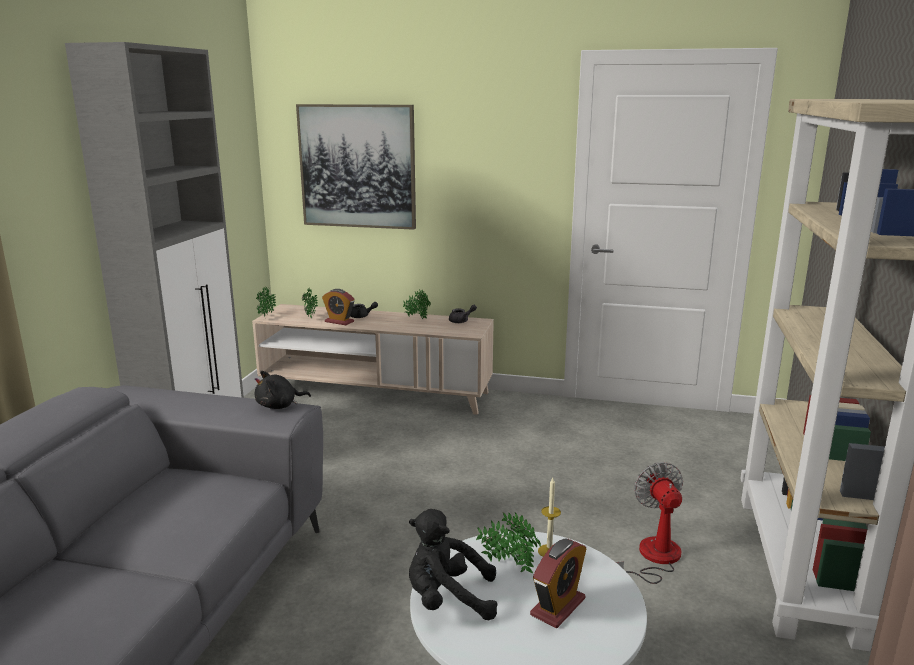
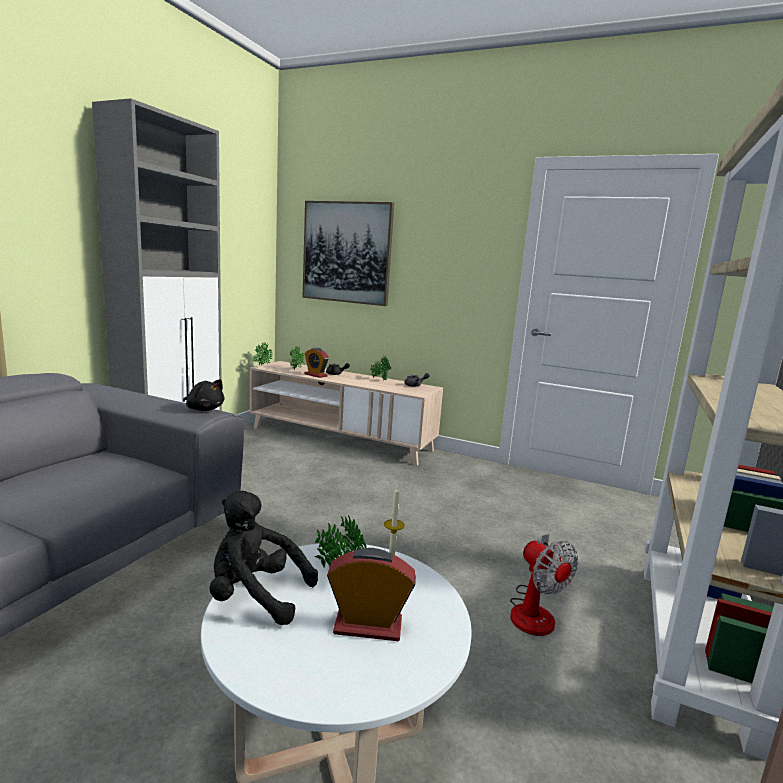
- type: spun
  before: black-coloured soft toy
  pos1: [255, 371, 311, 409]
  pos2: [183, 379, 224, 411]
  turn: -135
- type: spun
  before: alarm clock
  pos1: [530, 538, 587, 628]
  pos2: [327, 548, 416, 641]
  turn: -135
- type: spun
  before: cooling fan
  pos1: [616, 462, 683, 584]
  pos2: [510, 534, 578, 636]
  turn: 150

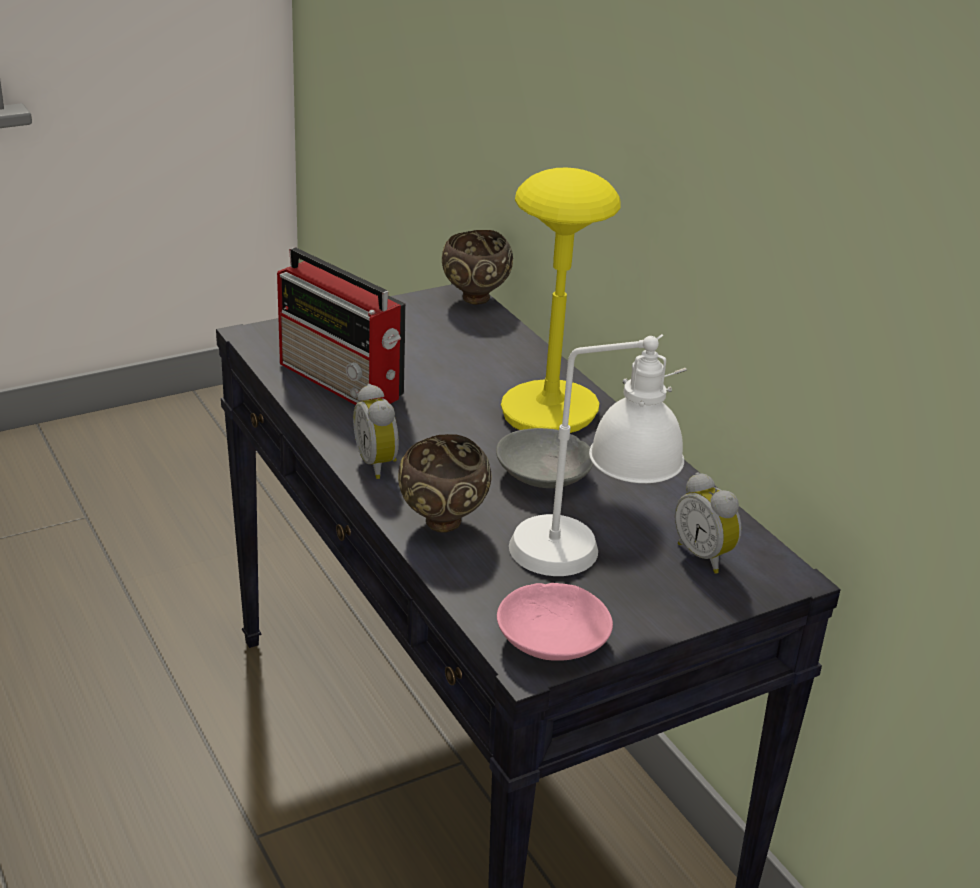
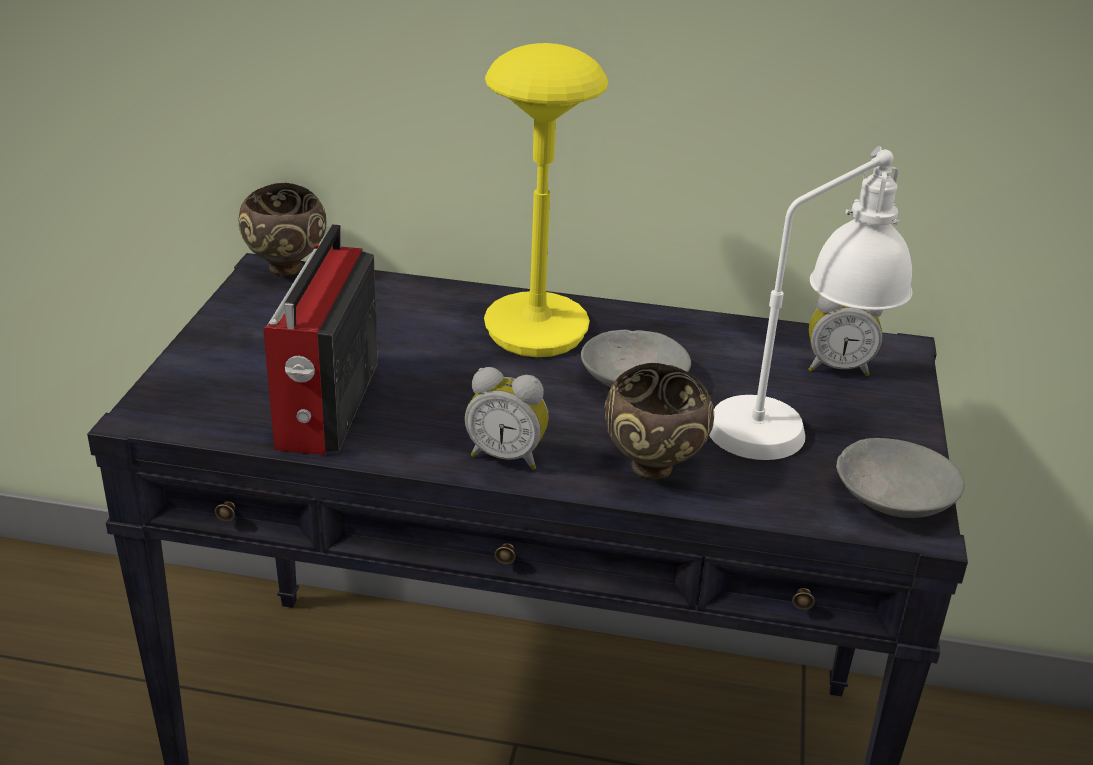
- type: colour
  before: pink serving bowl
  after: greyish serving bowl
  pos1: [497, 583, 613, 661]
  pos2: [836, 438, 965, 518]
- type: spun
  before: radio
  pos1: [277, 247, 406, 405]
  pos2: [263, 224, 378, 455]
  turn: 105

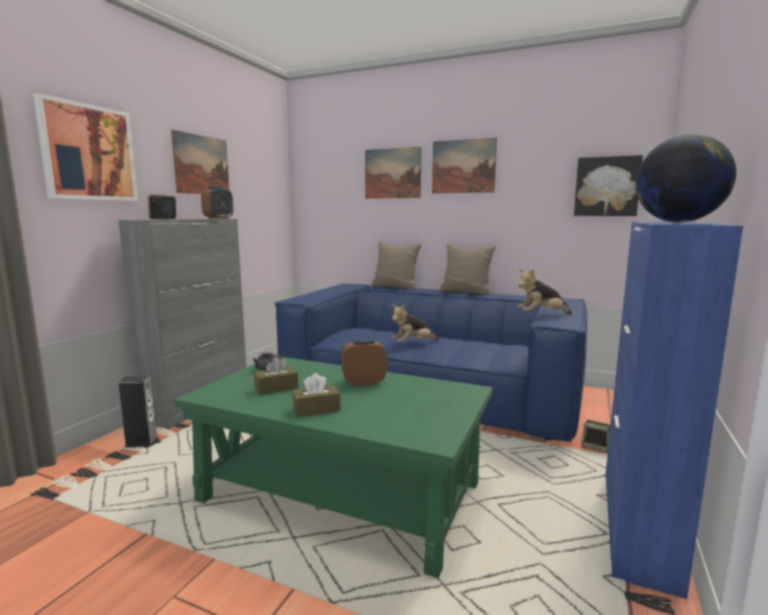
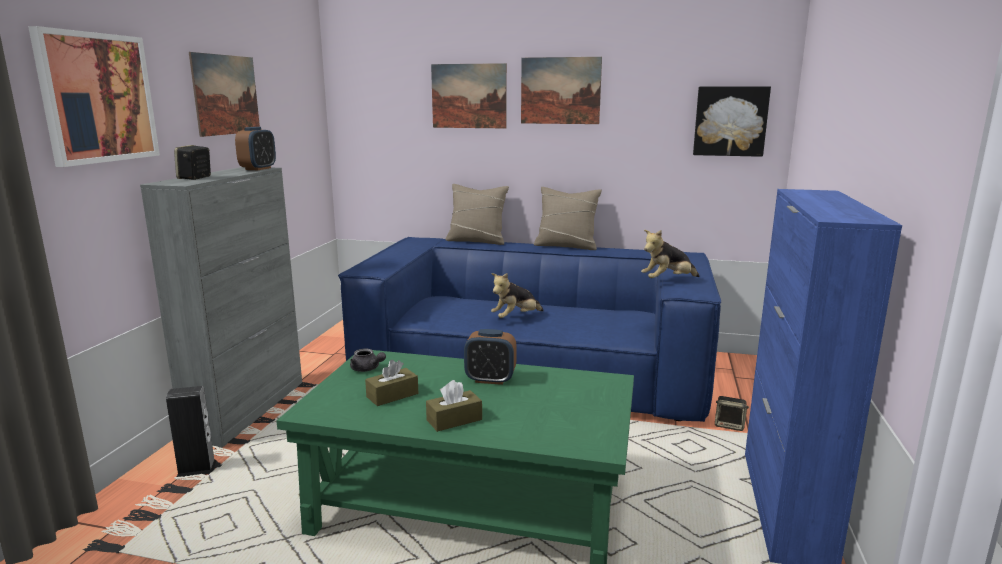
- type: missing
  before: world globe
  pos1: [636, 134, 737, 223]
- type: spun
  before: alarm clock
  pos1: [342, 339, 387, 386]
  pos2: [464, 329, 517, 385]
  turn: -150

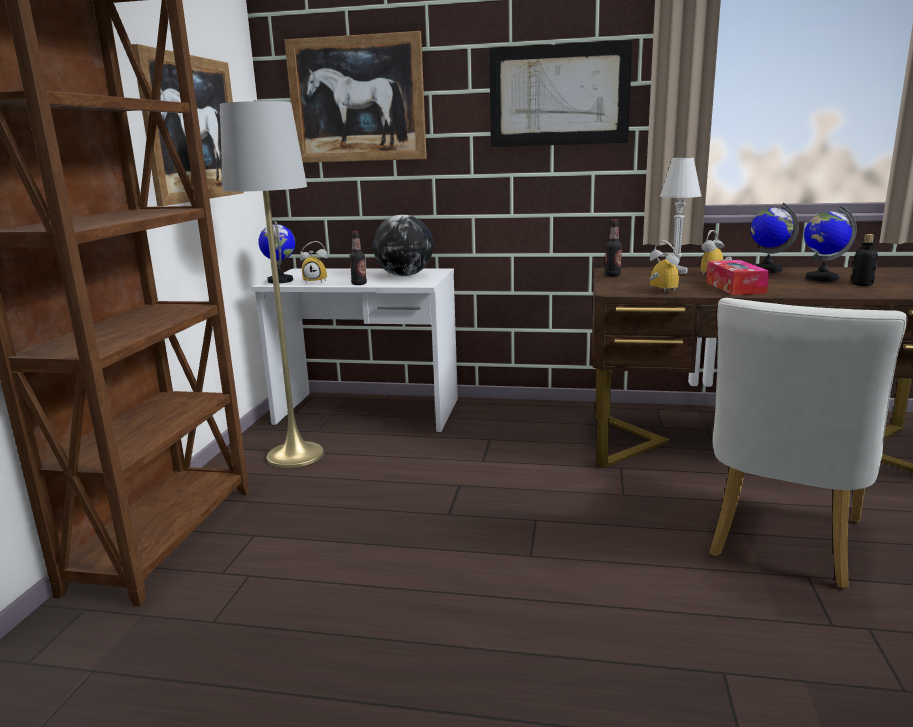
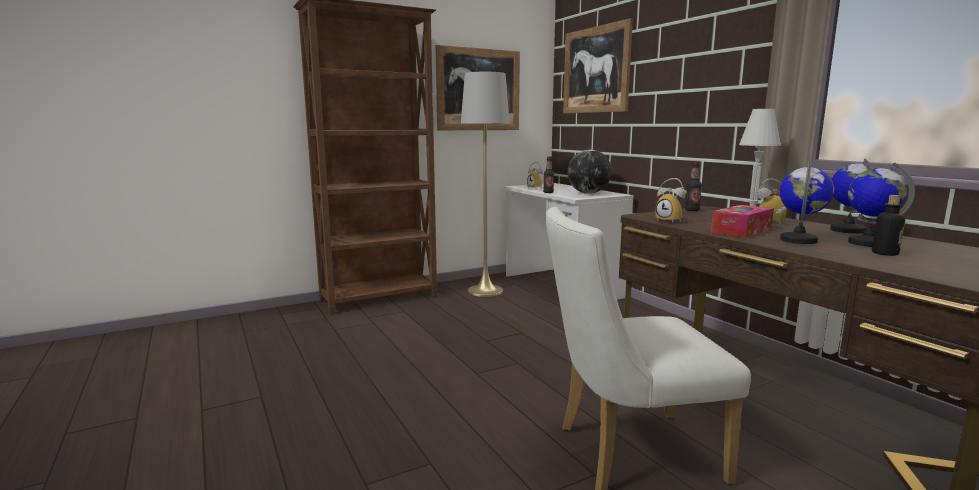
- type: missing
  before: wall picture
  pos1: [489, 40, 632, 147]
- type: relocated
  before: world globe
  pos1: [259, 220, 295, 283]
  pos2: [780, 162, 834, 244]
- type: spun
  before: alarm clock
  pos1: [649, 240, 679, 292]
  pos2: [656, 178, 686, 223]
  turn: 120

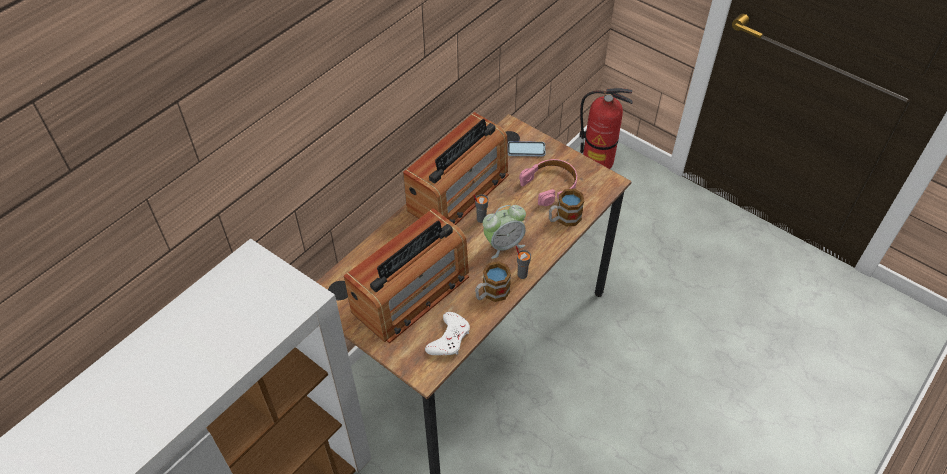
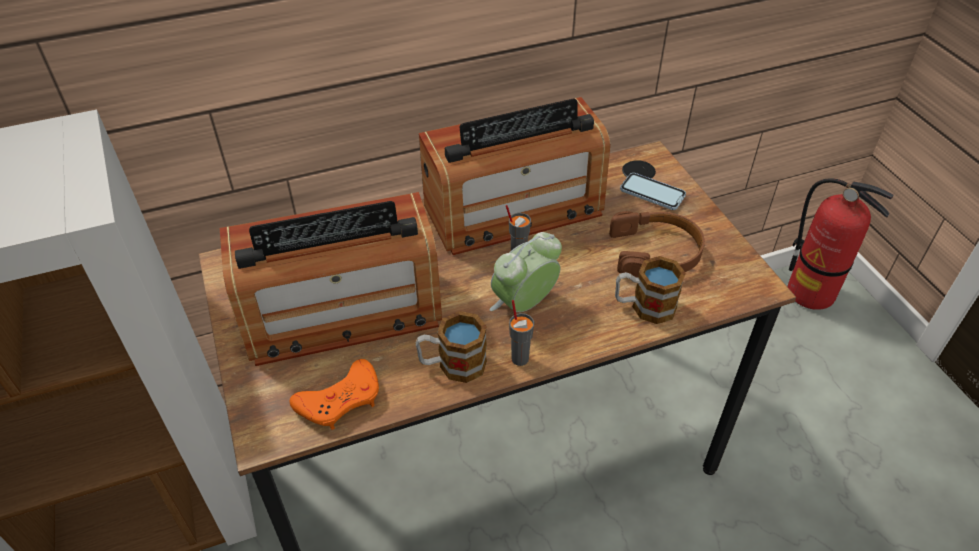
- type: colour
  before: white-coloured gamepad
  after: orange-coloured gamepad
  pos1: [425, 312, 470, 355]
  pos2: [290, 359, 379, 430]
- type: colour
  before: pink headset
  after: brownish headset
  pos1: [519, 159, 577, 206]
  pos2: [609, 211, 705, 278]
- type: spun
  before: alarm clock
  pos1: [483, 205, 526, 259]
  pos2: [489, 232, 562, 312]
  turn: 135

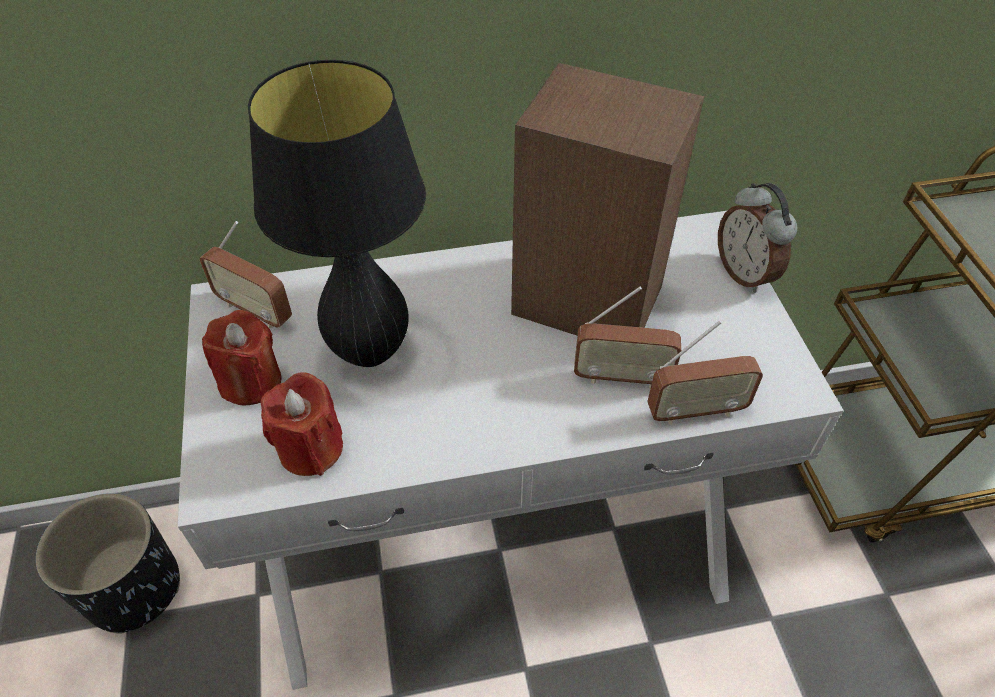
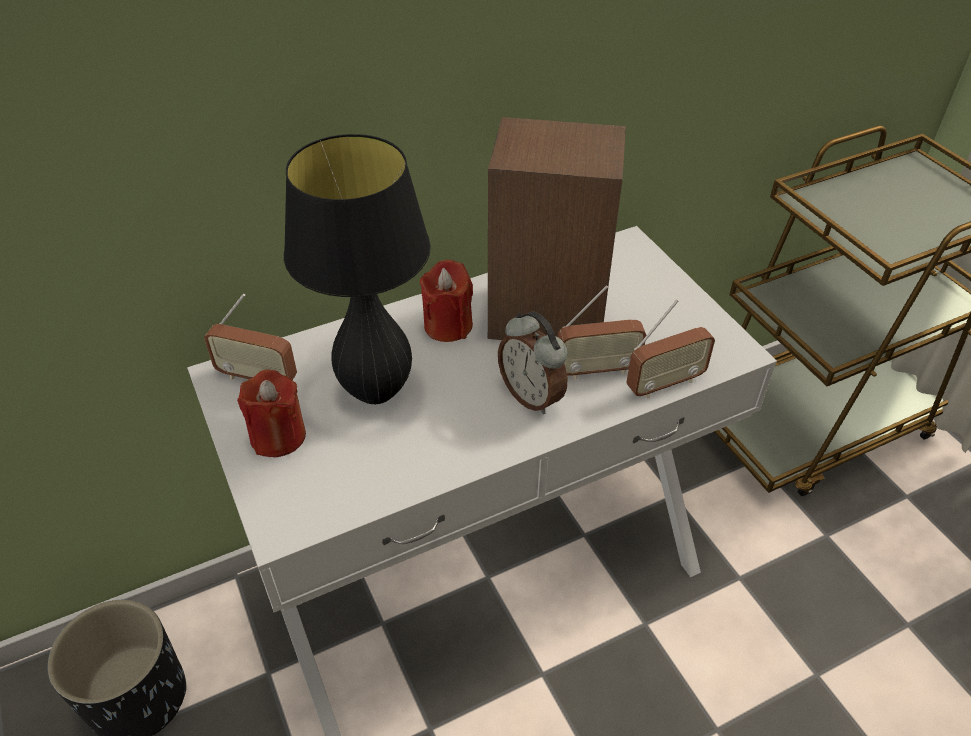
- type: relocated
  before: reddish wax candle
  pos1: [261, 373, 343, 476]
  pos2: [420, 260, 473, 342]
- type: relocated
  before: alarm clock
  pos1: [718, 183, 797, 293]
  pos2: [498, 312, 568, 414]

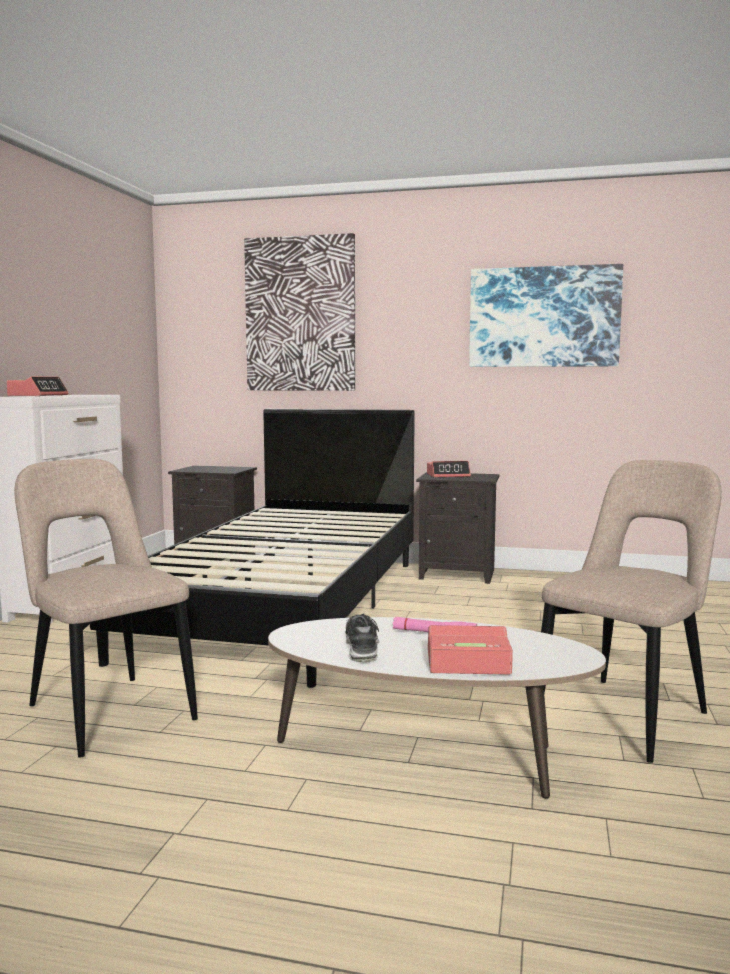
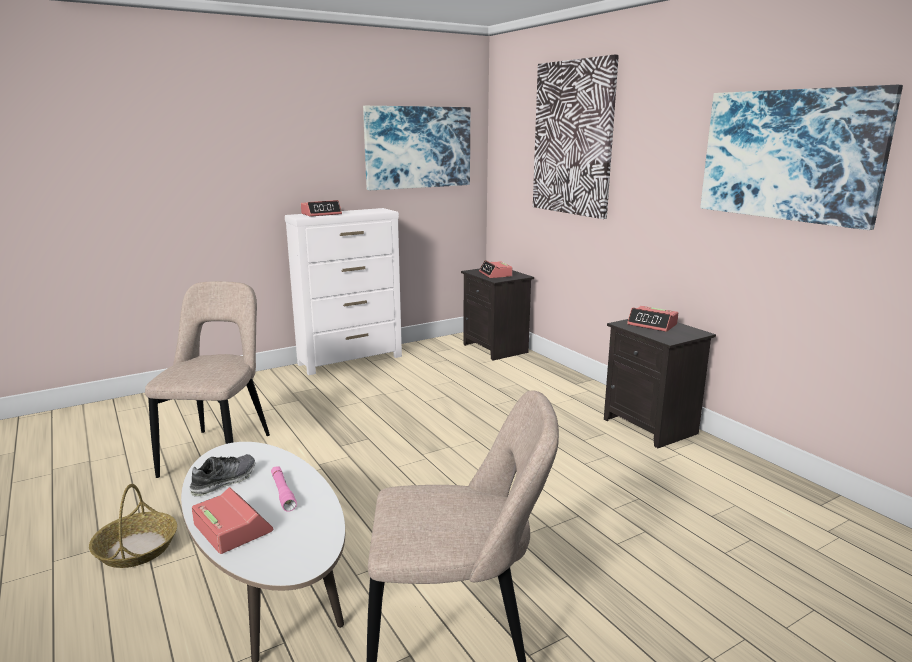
- type: missing
  before: black-coloured bed
  pos1: [90, 409, 415, 688]
- type: appeared
  after: storage basket
  pos2: [89, 484, 177, 568]
- type: appeared
  after: wall picture
  pos2: [363, 106, 470, 190]
- type: appeared
  after: alarm clock
  pos2: [479, 260, 513, 278]

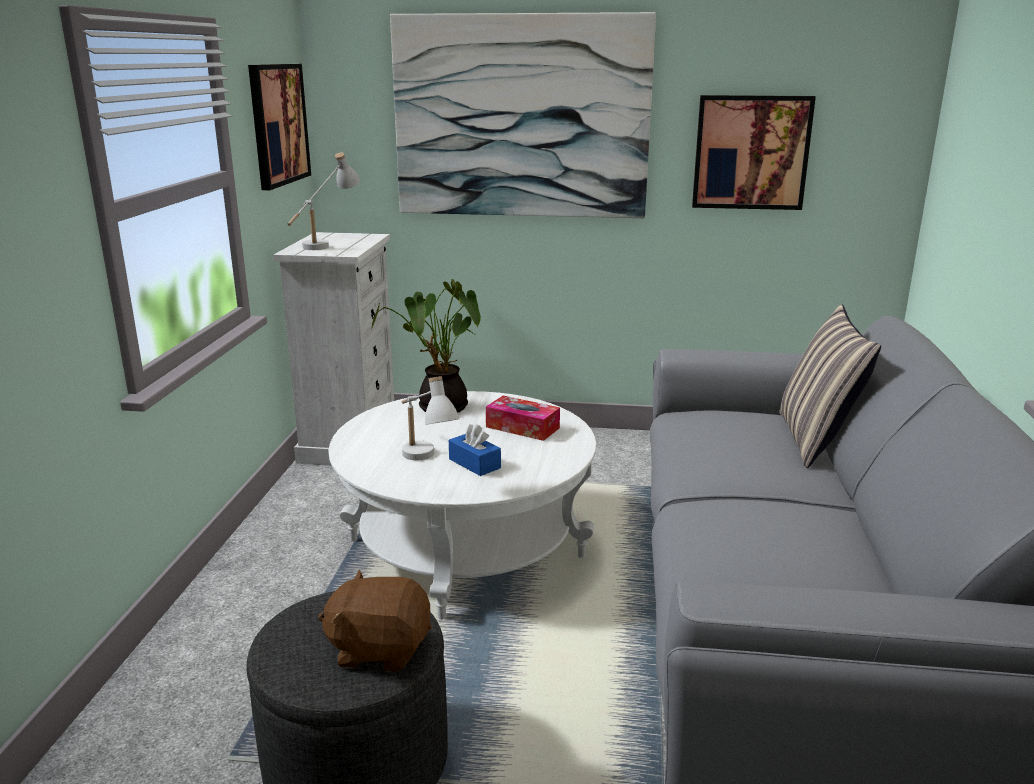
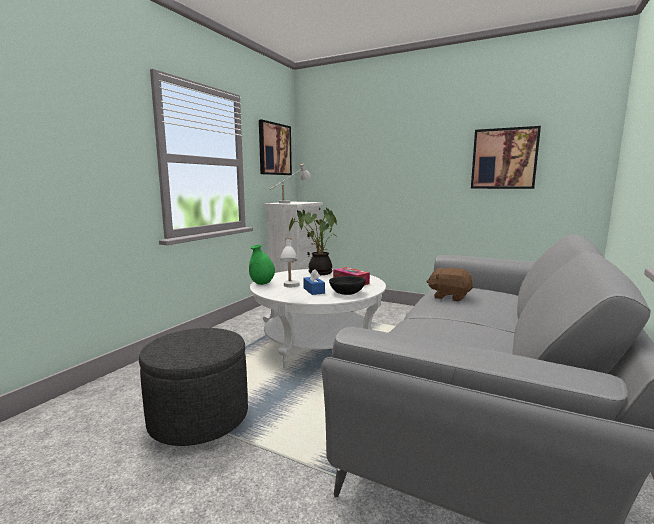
- type: missing
  before: wall picture
  pos1: [390, 12, 656, 218]
- type: missing
  before: pillow
  pos1: [779, 304, 881, 468]
- type: appeared
  after: green flower vase
  pos2: [249, 245, 275, 285]
- type: appeared
  after: black-coloured serving bowl
  pos2: [329, 276, 366, 295]
- type: relocated
  before: brownish soft toy
  pos1: [318, 570, 432, 672]
  pos2: [426, 268, 473, 301]

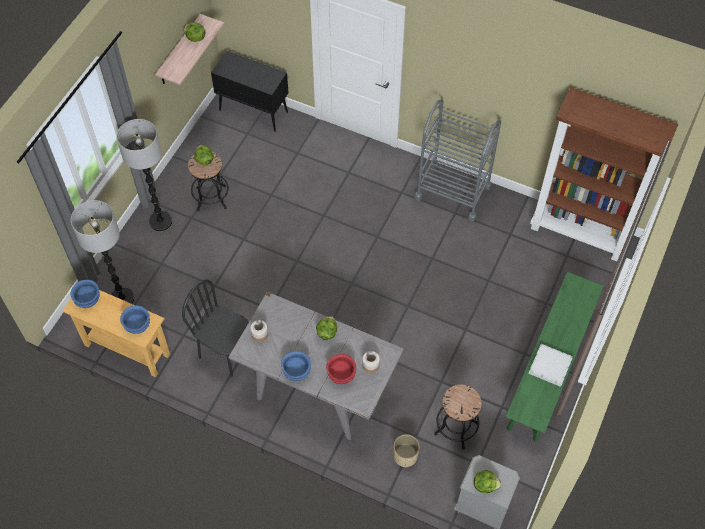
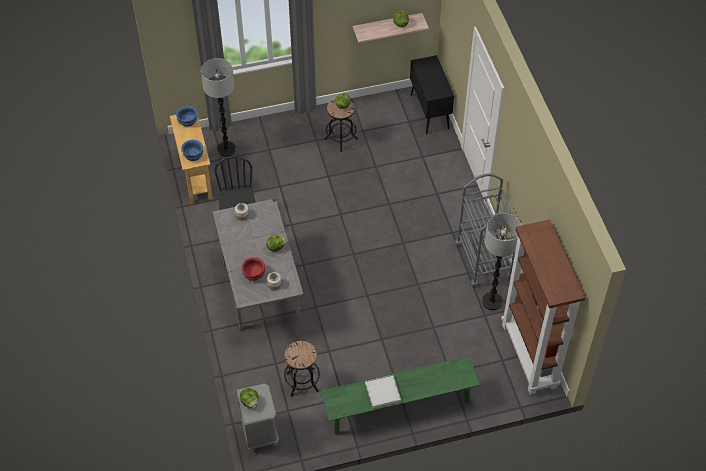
- type: missing
  before: blue-coloured serving bowl
  pos1: [281, 351, 311, 381]
- type: missing
  before: beige plant pot
  pos1: [393, 434, 420, 467]
- type: relocated
  before: standard lamp
  pos1: [116, 119, 172, 231]
  pos2: [482, 213, 522, 310]

